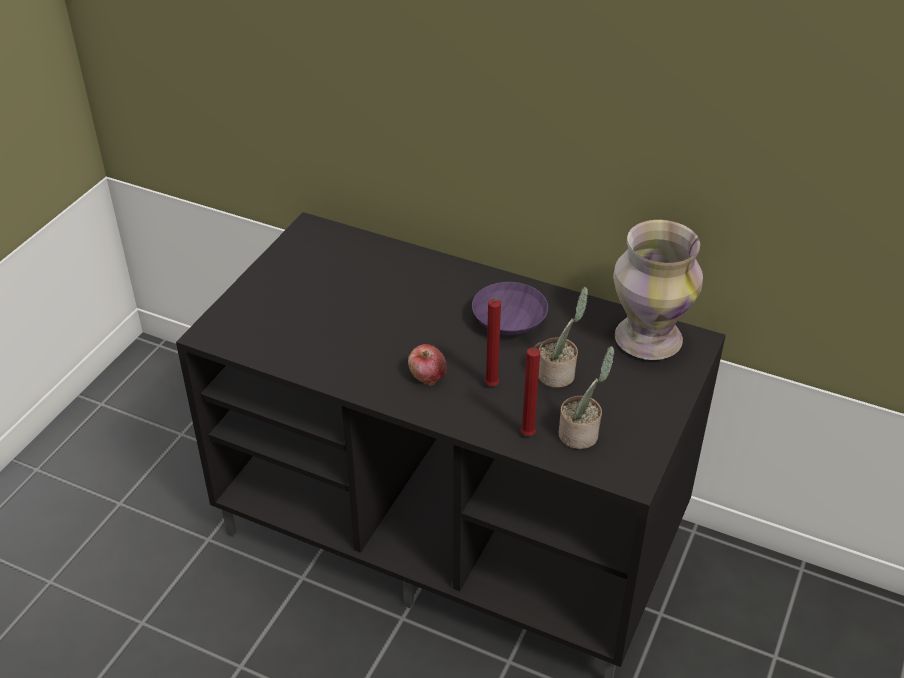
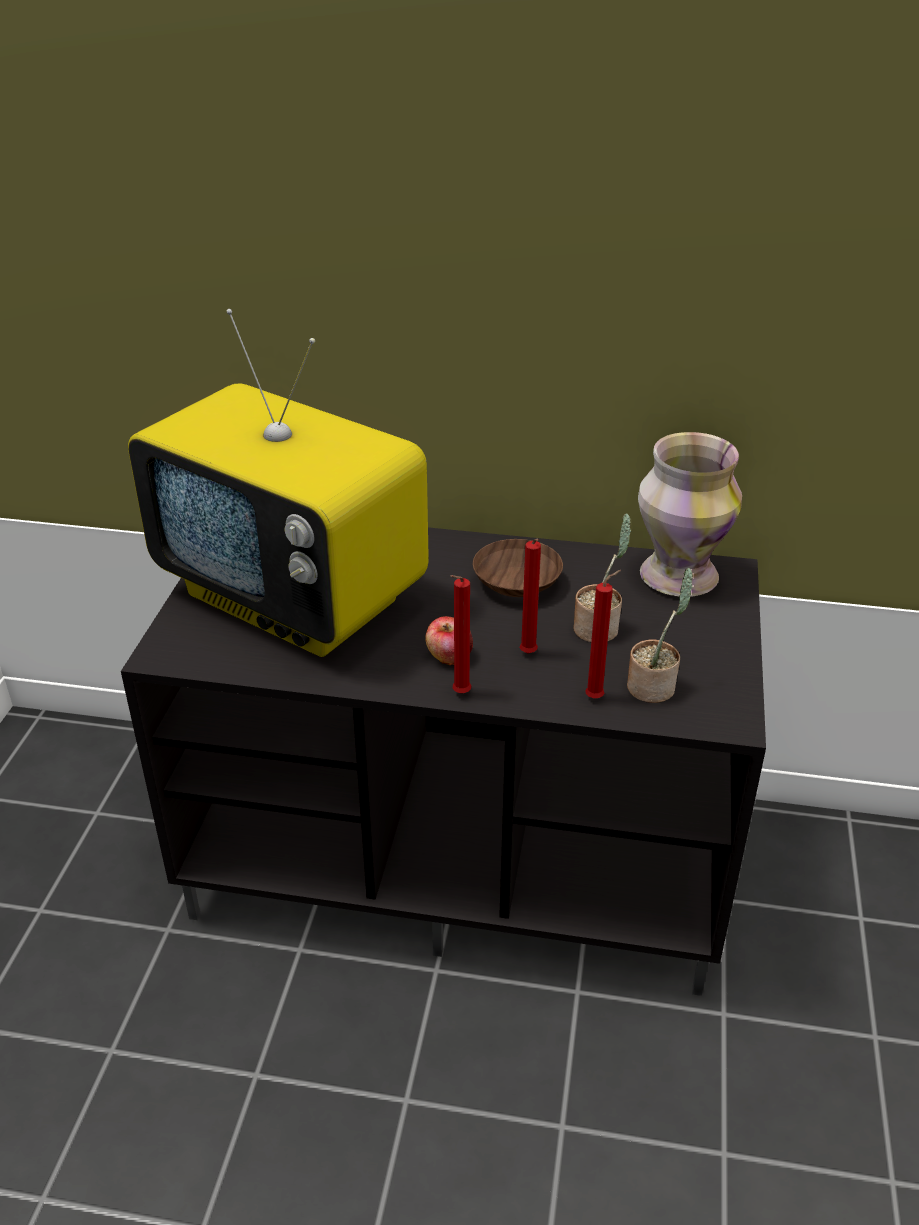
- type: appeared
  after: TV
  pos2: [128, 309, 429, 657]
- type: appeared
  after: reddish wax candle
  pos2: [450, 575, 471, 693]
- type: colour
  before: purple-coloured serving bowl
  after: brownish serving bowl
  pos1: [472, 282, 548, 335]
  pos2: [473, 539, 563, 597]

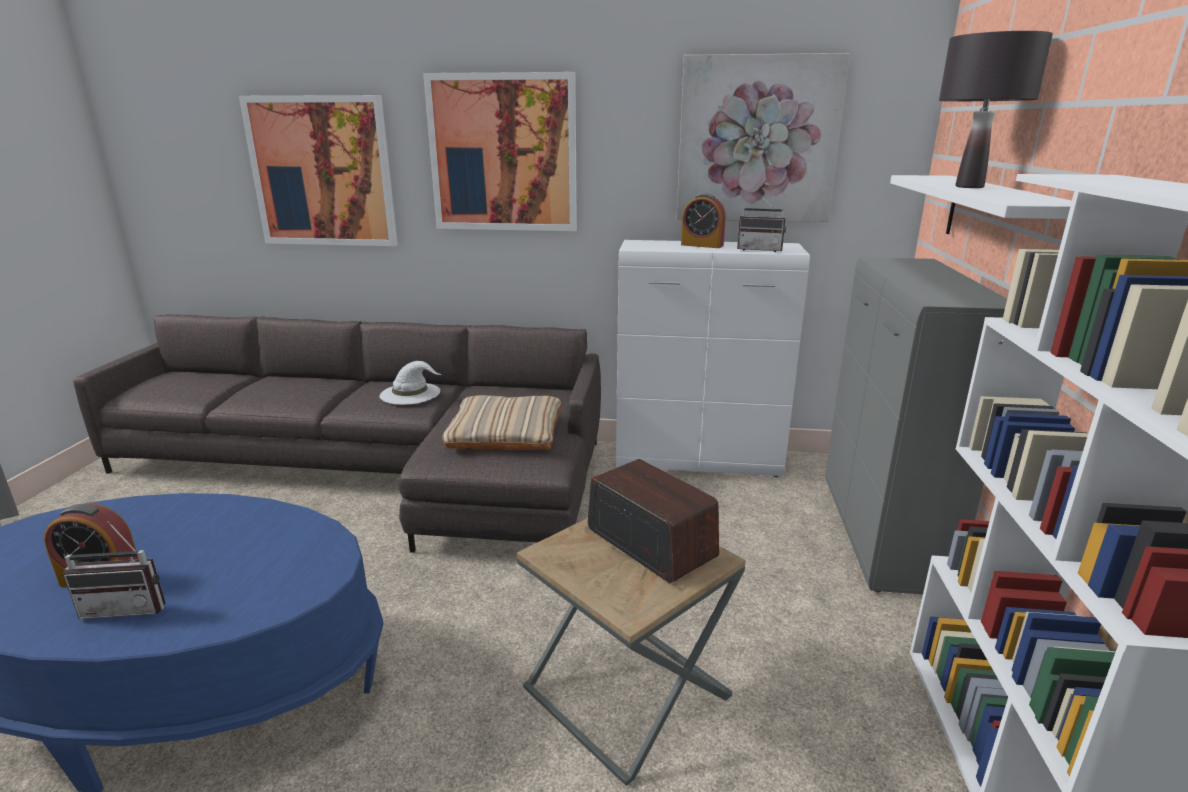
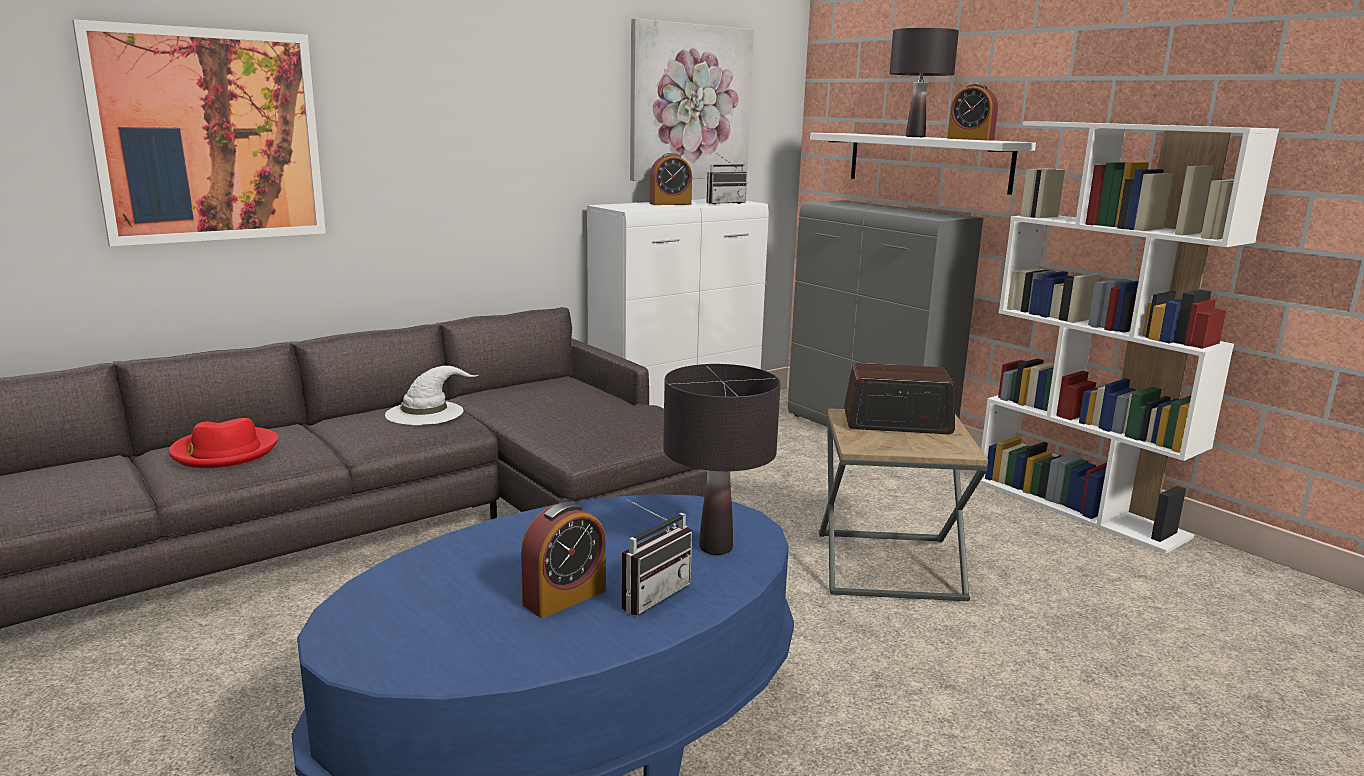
- type: missing
  before: wall picture
  pos1: [423, 72, 577, 231]
- type: missing
  before: beige pillow
  pos1: [442, 395, 561, 450]
- type: appeared
  after: reddish clothing hat
  pos2: [169, 418, 278, 468]
- type: appeared
  after: black-coloured lamp for a table
  pos2: [663, 364, 781, 555]
- type: appeared
  after: alarm clock
  pos2: [947, 83, 998, 140]

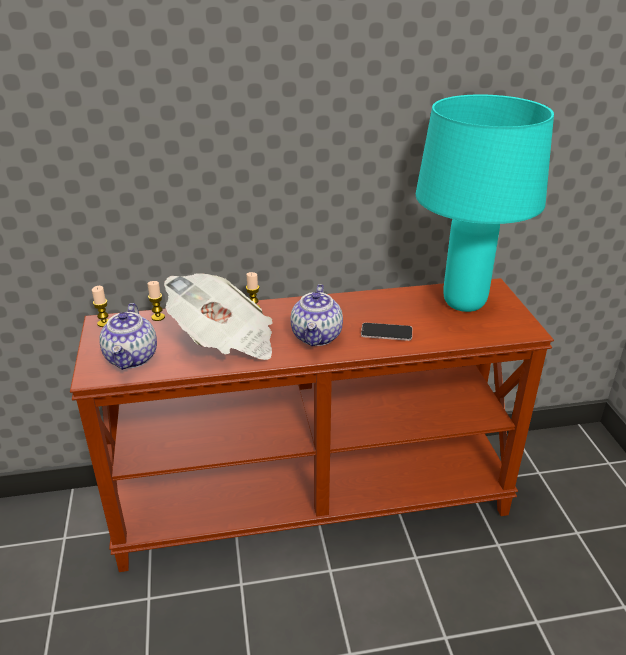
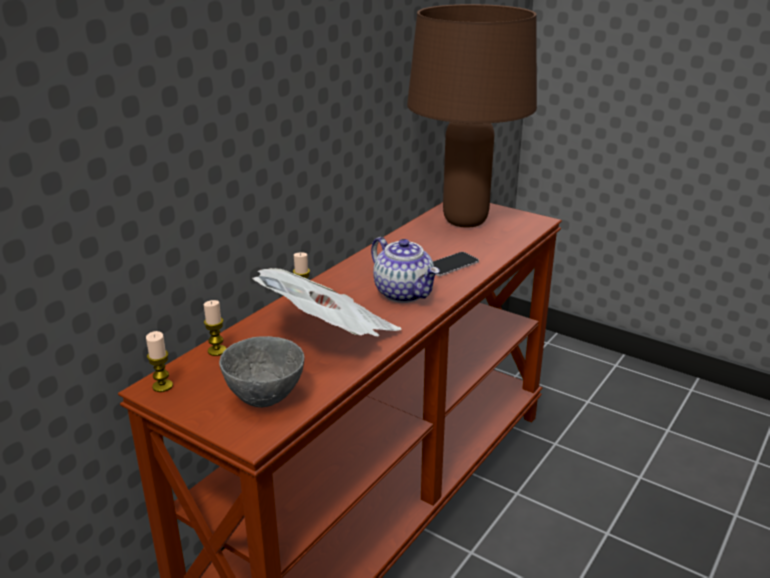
- type: exchanged
  before: tea pot
  after: greyish serving bowl
  pos1: [99, 303, 157, 370]
  pos2: [219, 336, 305, 408]
- type: colour
  before: turquoise lamp for a table
  after: brownish lamp for a table
  pos1: [416, 94, 554, 312]
  pos2: [407, 4, 537, 227]

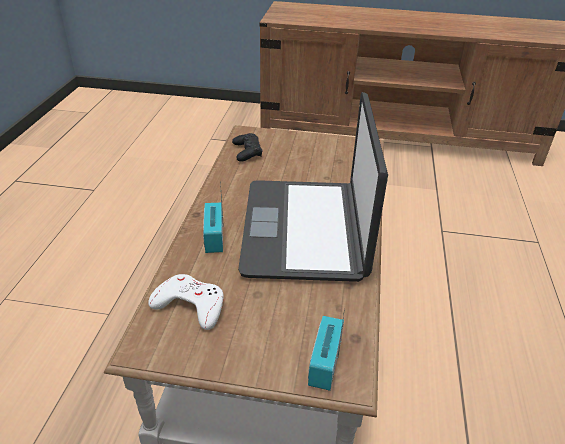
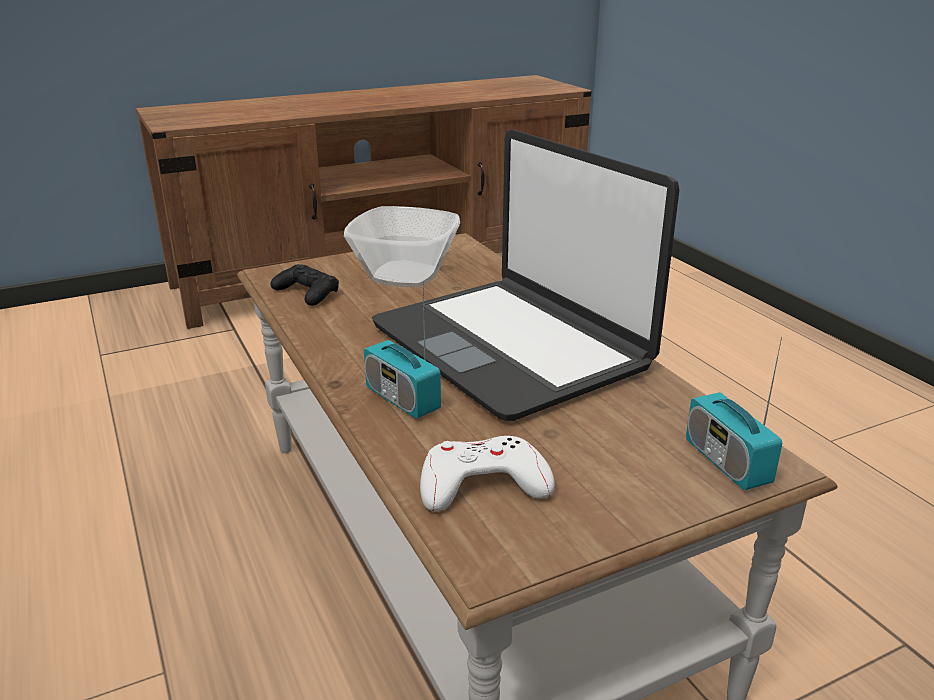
- type: appeared
  after: serving bowl
  pos2: [344, 206, 460, 287]

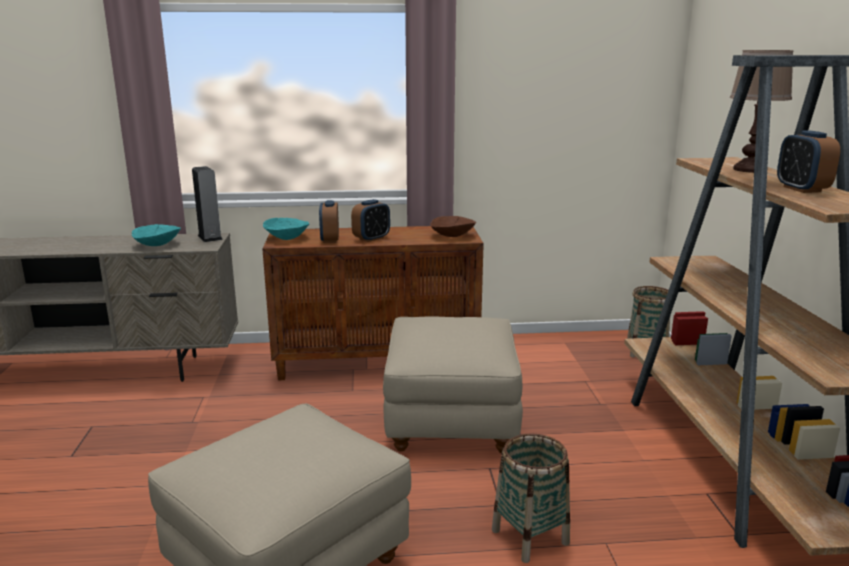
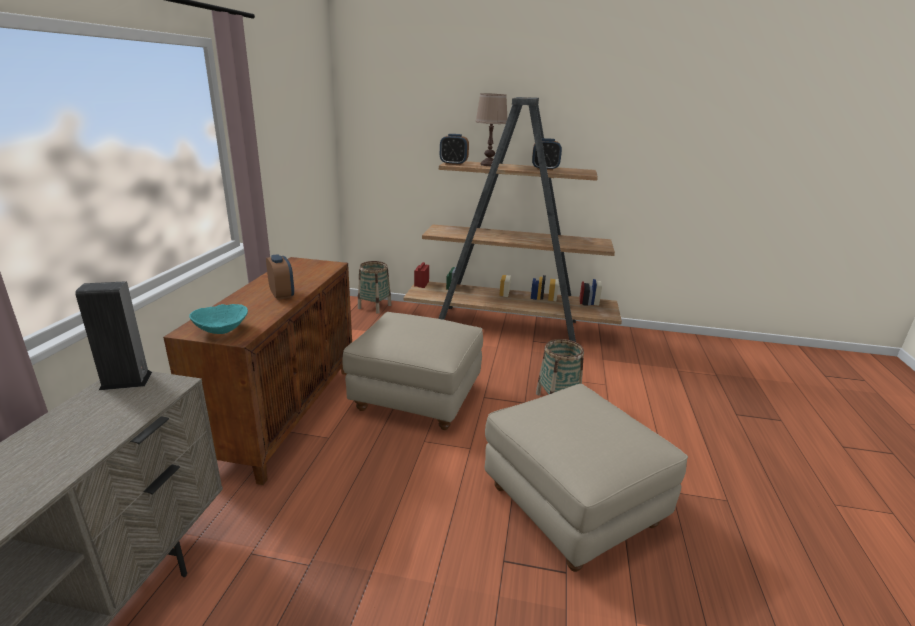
- type: missing
  before: turquoise serving bowl
  pos1: [132, 224, 181, 246]
- type: missing
  before: brownish serving bowl
  pos1: [430, 216, 476, 237]
- type: relocated
  before: alarm clock
  pos1: [319, 200, 339, 243]
  pos2: [440, 134, 469, 165]

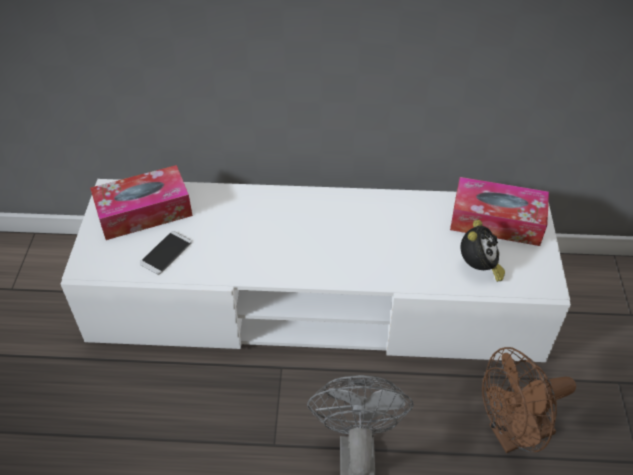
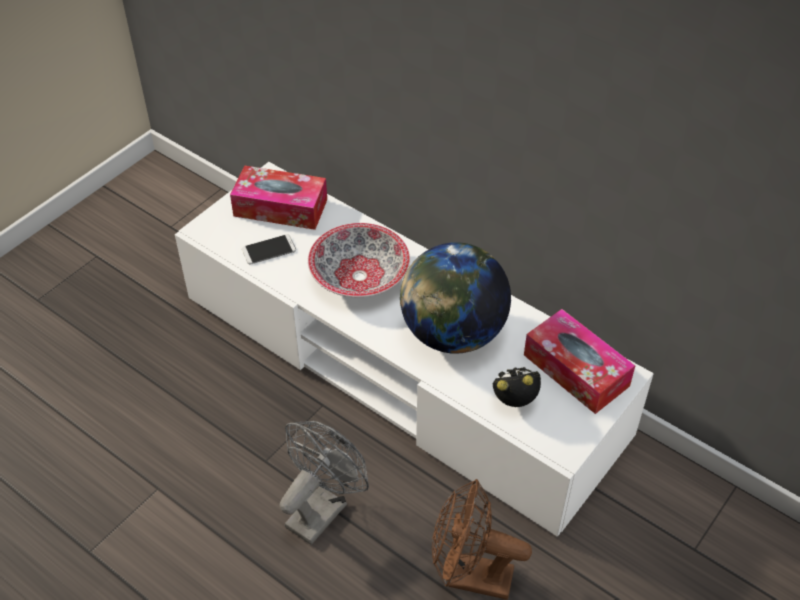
- type: appeared
  after: serving bowl
  pos2: [308, 223, 410, 297]
- type: appeared
  after: world globe
  pos2: [400, 242, 511, 354]
- type: spun
  before: alarm clock
  pos1: [461, 220, 505, 282]
  pos2: [493, 367, 541, 407]
  turn: -150

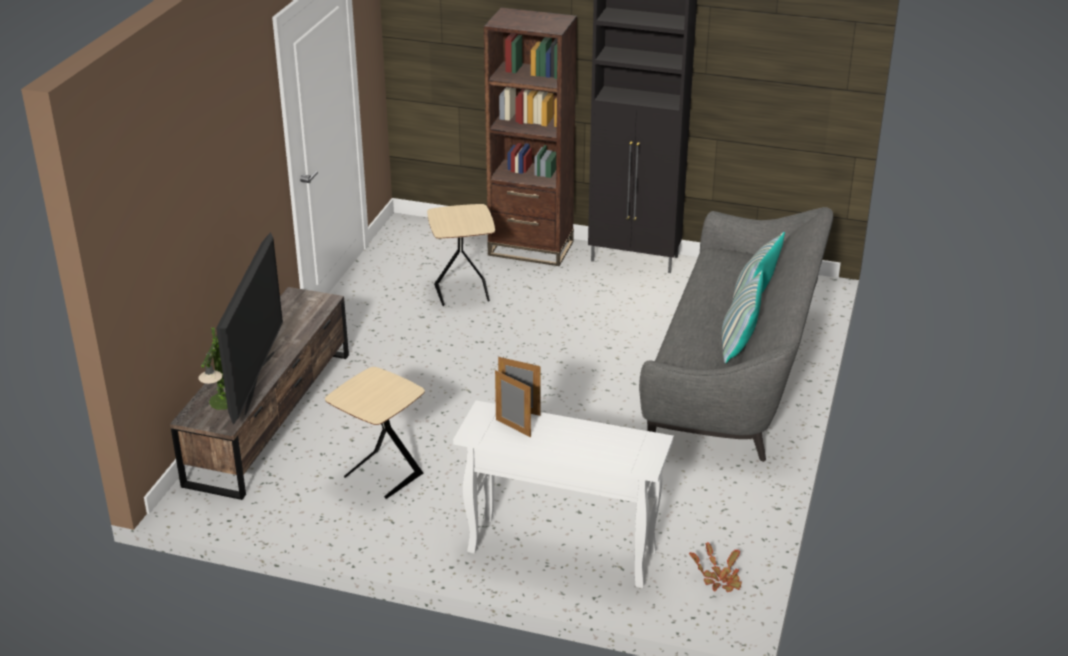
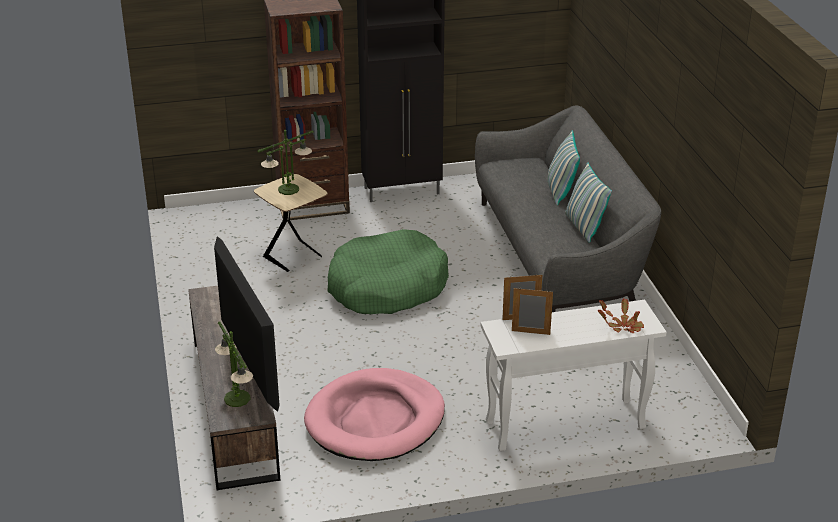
- type: appeared
  after: lamp for a table
  pos2: [257, 129, 314, 195]
- type: appeared
  after: green pet bed
  pos2: [328, 229, 449, 314]
- type: relocated
  before: plant in a pot
  pos1: [689, 542, 742, 592]
  pos2: [598, 299, 644, 333]
- type: exchanged
  before: beige accent table
  after: pink pet bed
  pos1: [325, 367, 425, 499]
  pos2: [304, 368, 445, 461]

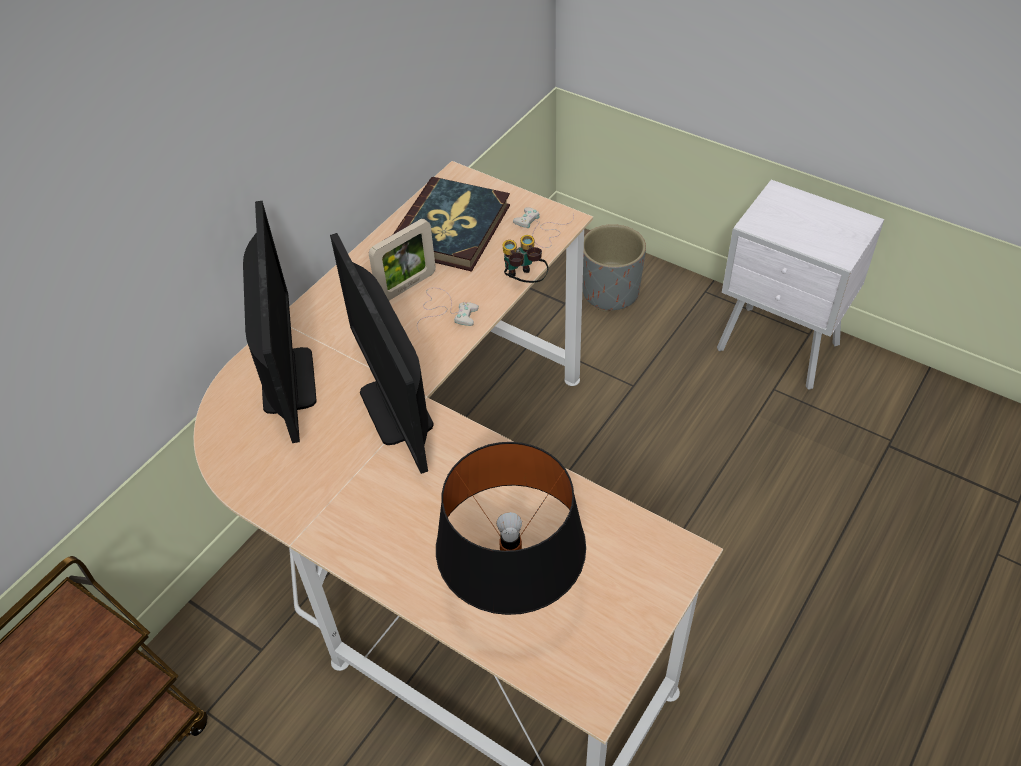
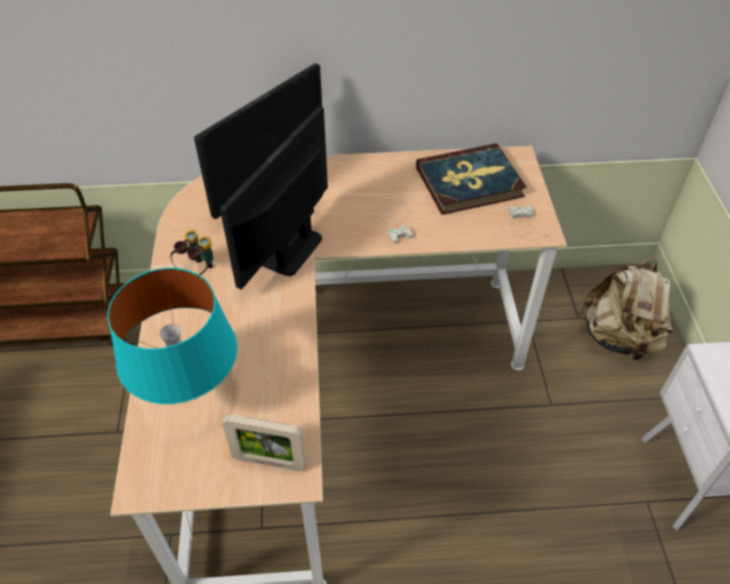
- type: relocated
  before: photo frame
  pos1: [369, 219, 436, 300]
  pos2: [222, 414, 306, 471]
- type: relocated
  before: field glasses
  pos1: [503, 235, 549, 283]
  pos2: [170, 230, 214, 275]
- type: exchanged
  before: greyish plant pot
  after: beige backpack
  pos1: [583, 224, 646, 312]
  pos2: [579, 258, 672, 361]
- type: colour
  before: black-coloured lamp for a table
  after: turquoise lamp for a table
  pos1: [436, 442, 586, 615]
  pos2: [107, 268, 237, 404]

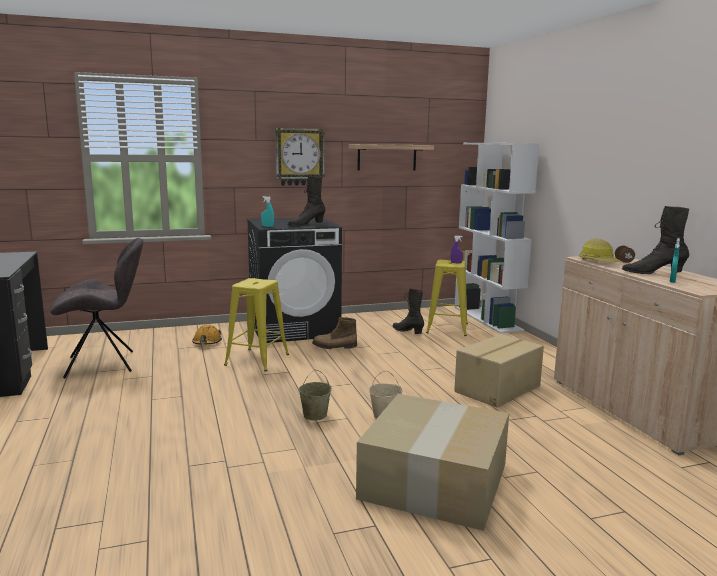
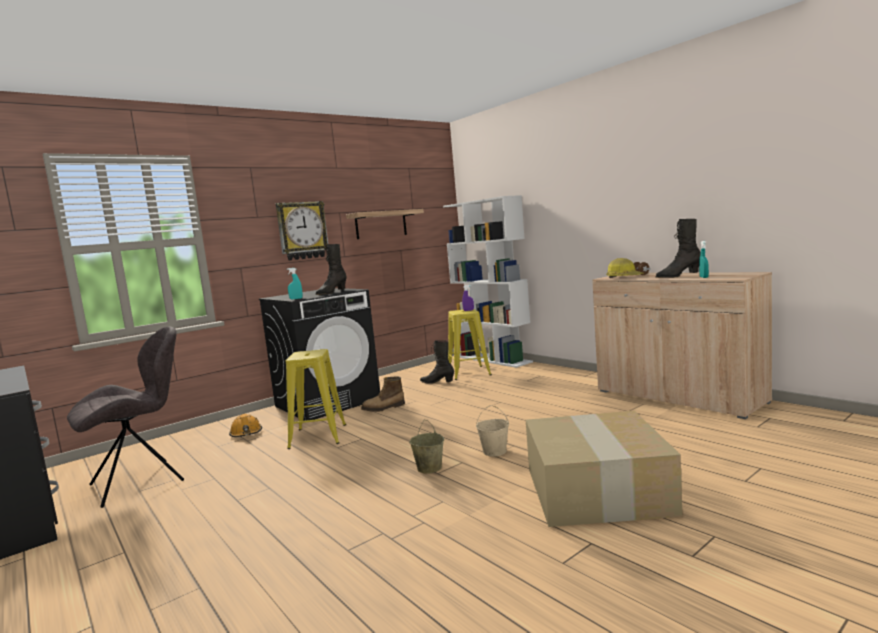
- type: missing
  before: packing box
  pos1: [454, 334, 544, 408]

